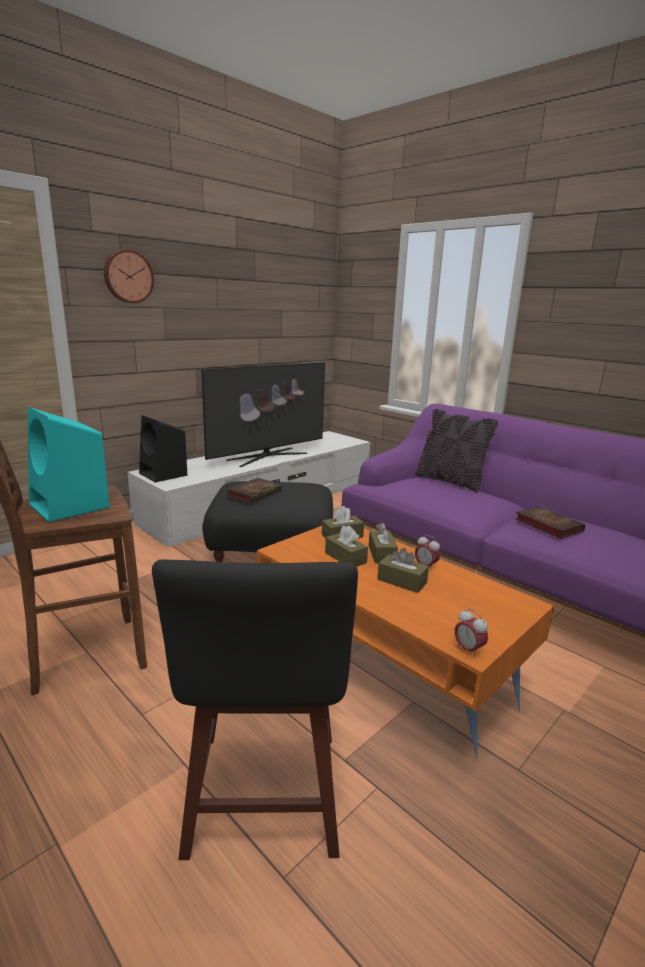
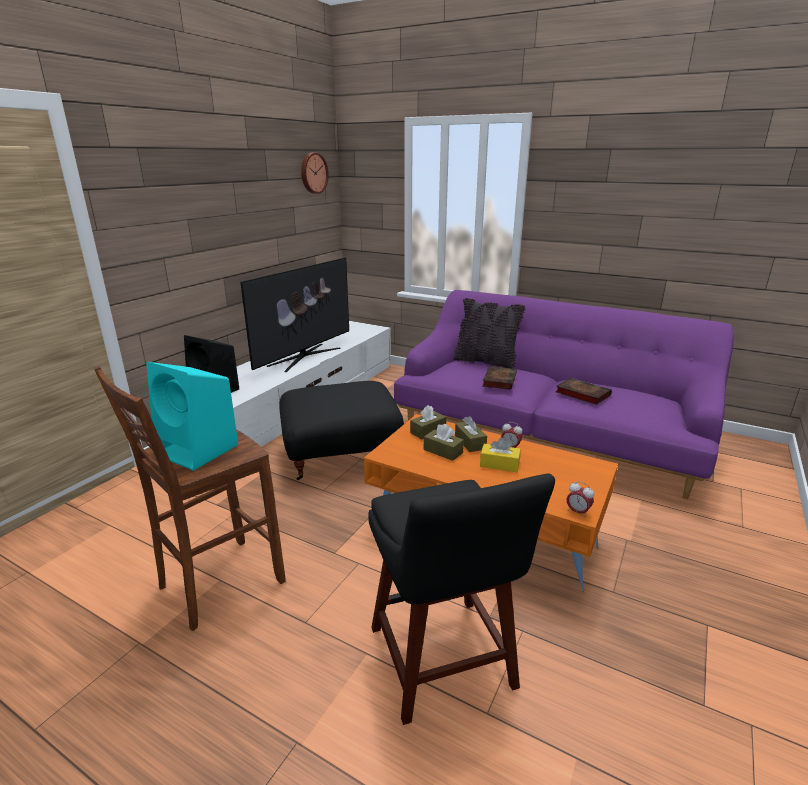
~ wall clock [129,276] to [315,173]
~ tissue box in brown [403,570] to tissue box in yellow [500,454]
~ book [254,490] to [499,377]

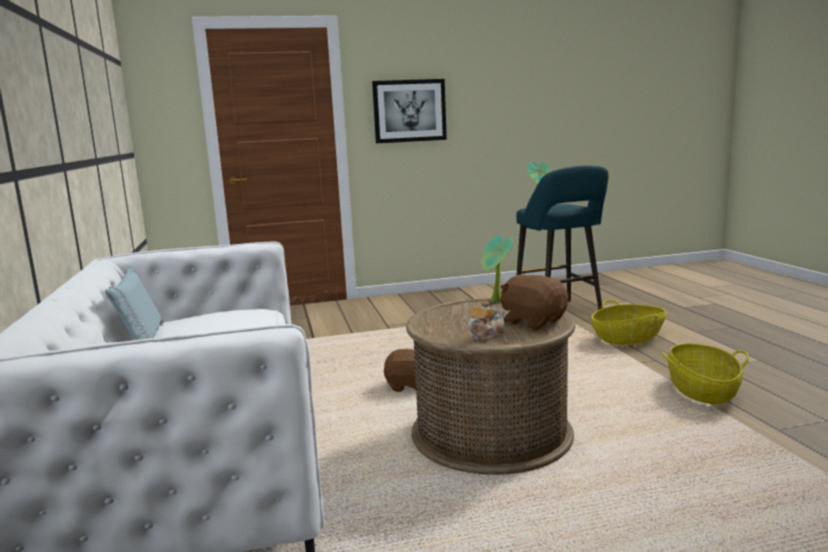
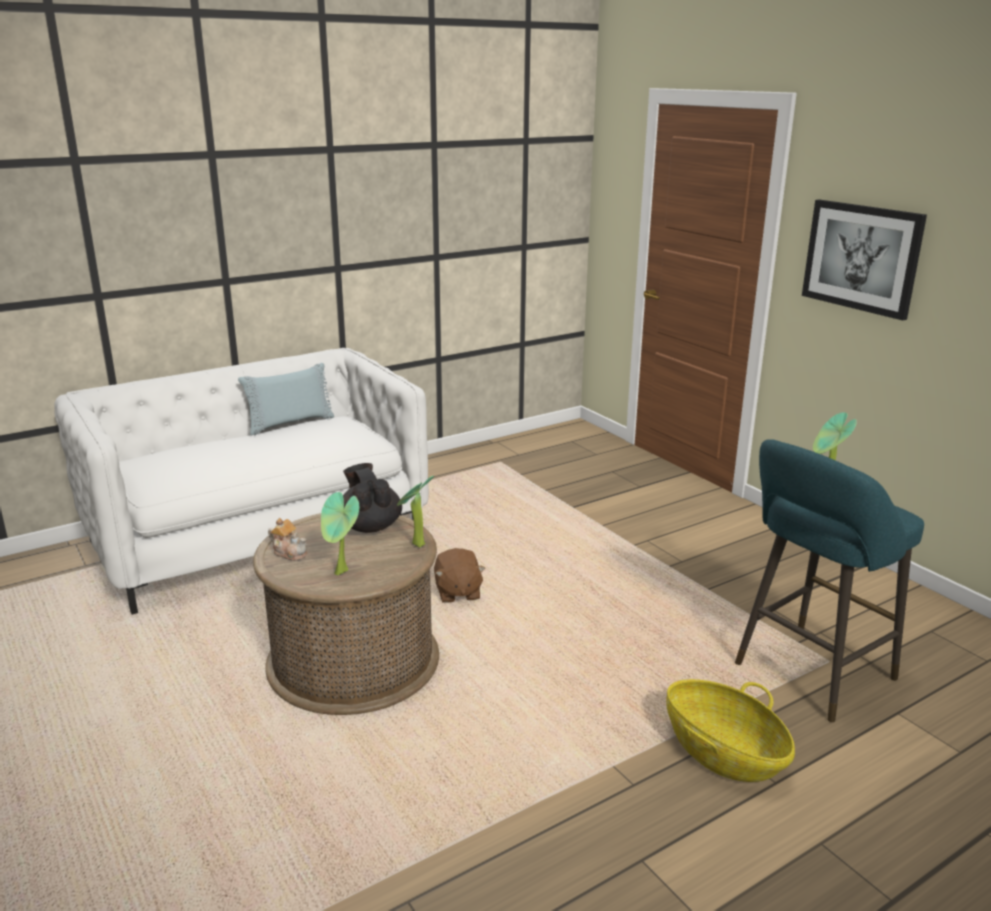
~ plush toy in brown [534,302] to potted plant [340,534]
+ teapot in black [372,498]
- basket [705,374]

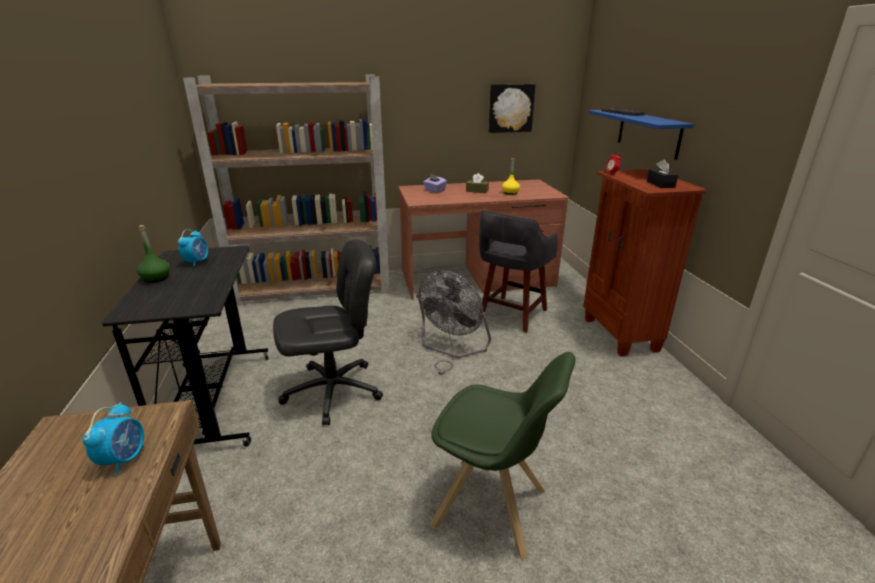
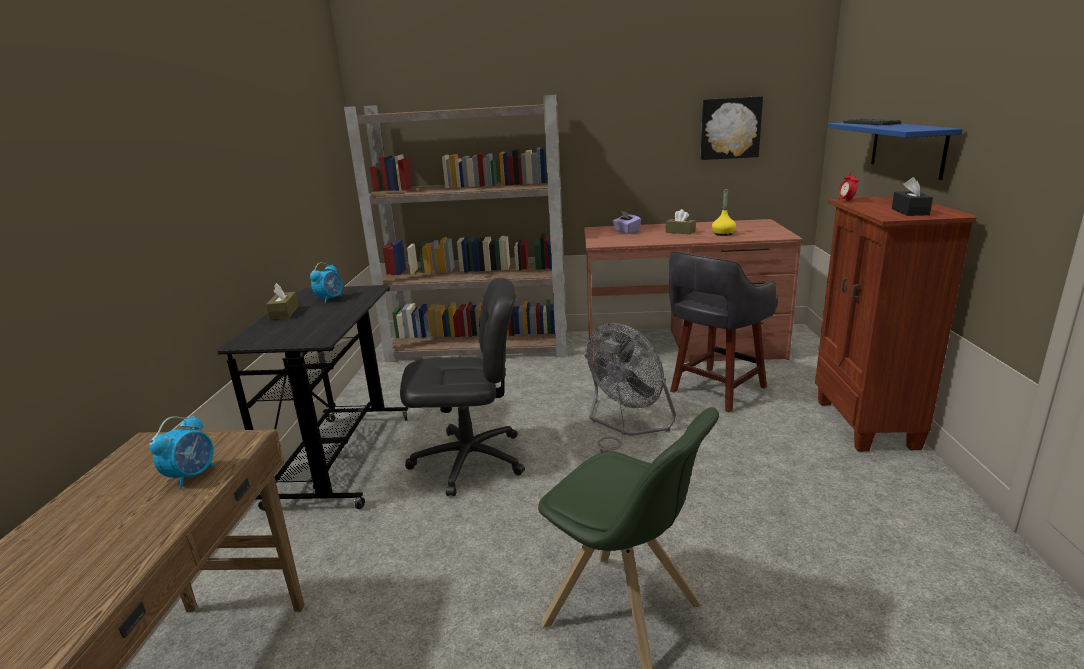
~ bottle in green [153,254] to tissue box in brown [282,301]

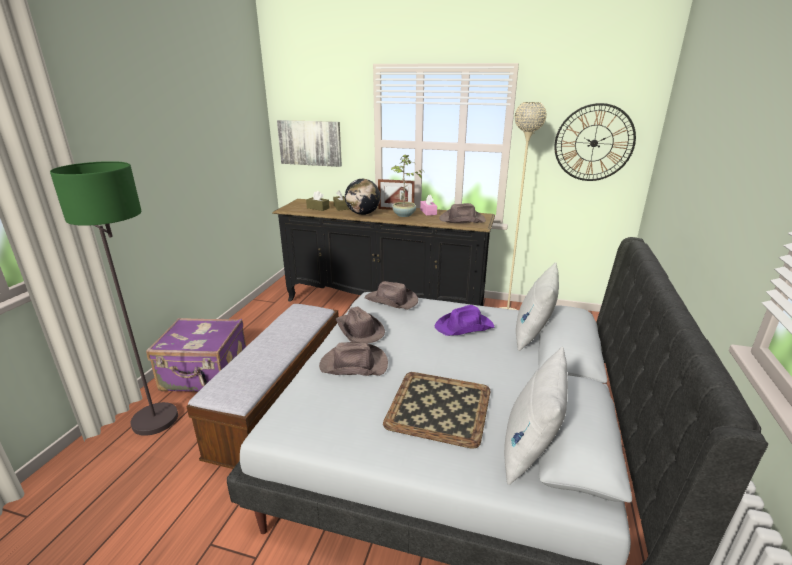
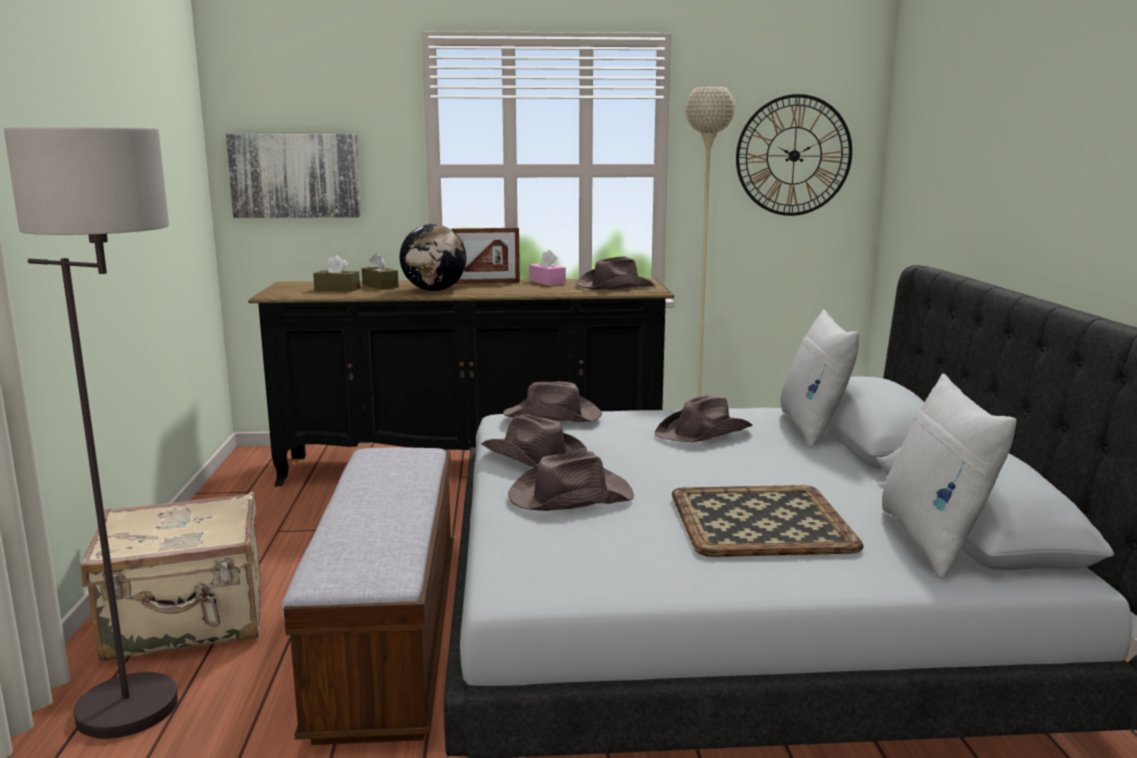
~ floor lamp in green [114,298] to floor lamp in grey [91,433]
~ suitcase in purple [196,355] to suitcase in beige [171,576]
~ hat in purple [465,320] to hat in brown [703,418]
- potted plant [406,185]

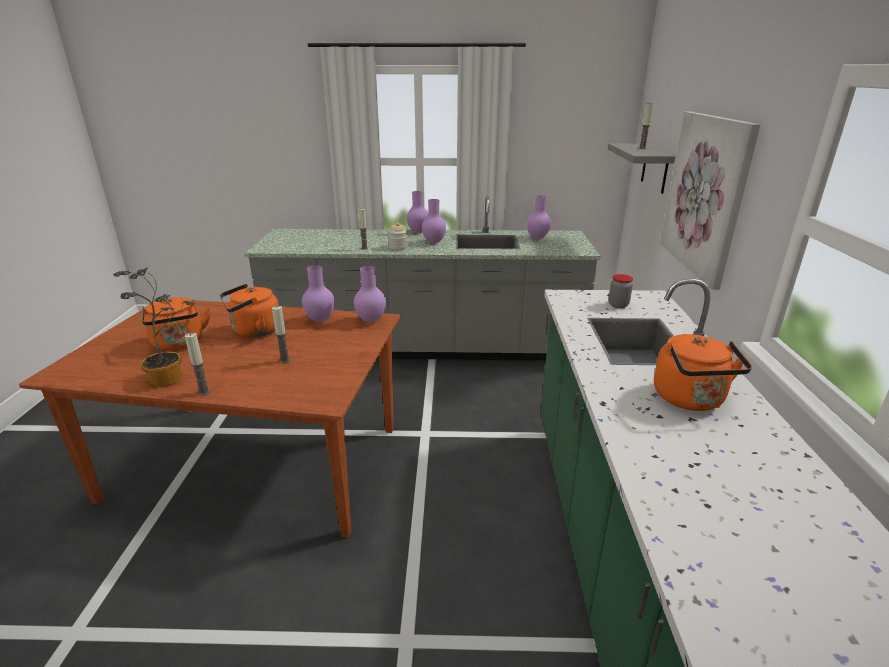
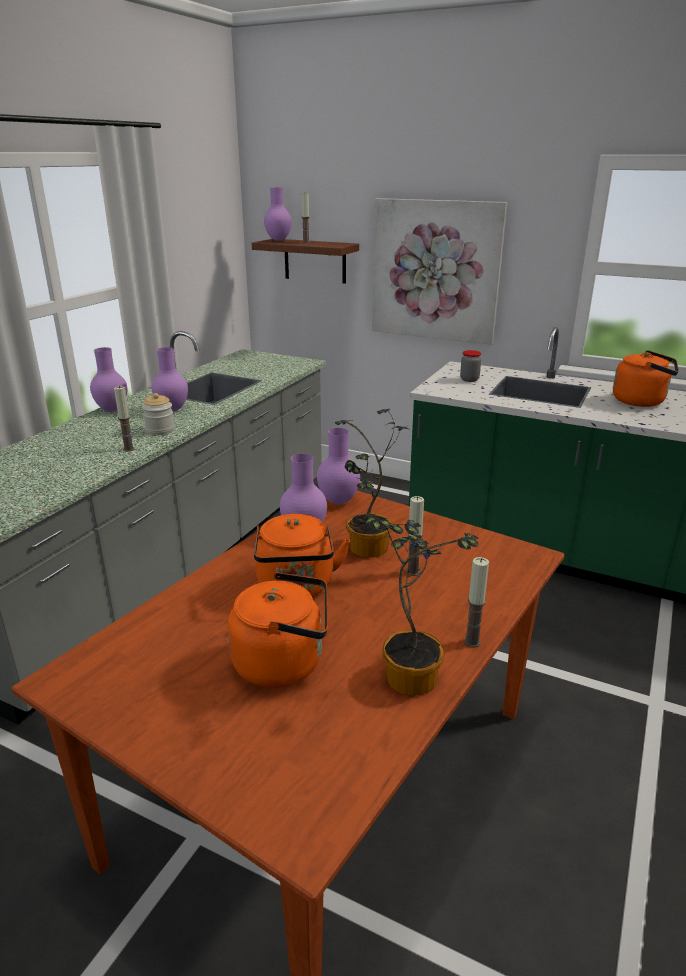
~ shelf in grey [641,168] to shelf in brown [305,261]
~ vase in purple [539,217] to [278,214]
+ potted plant [371,483]

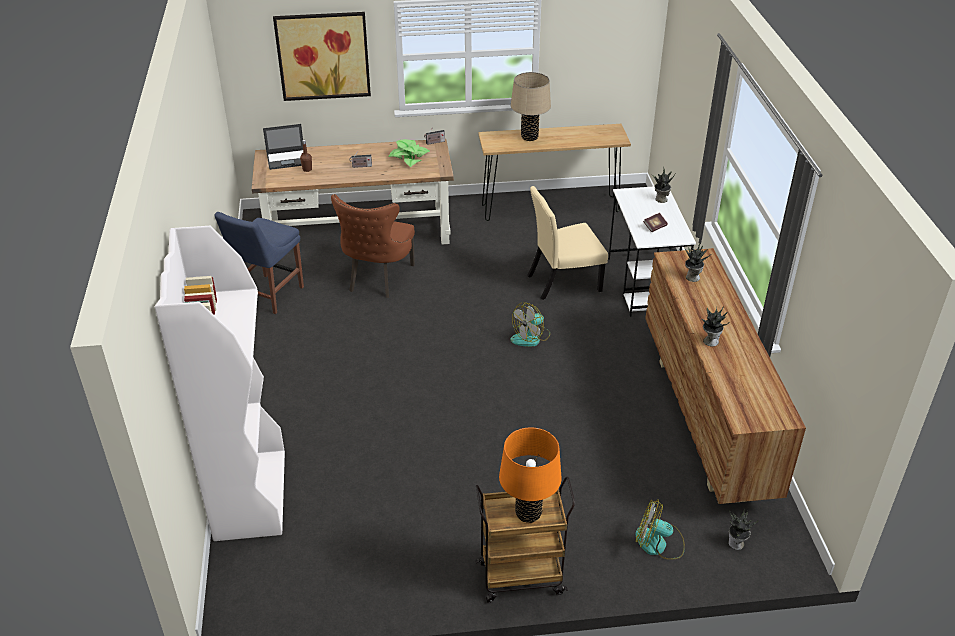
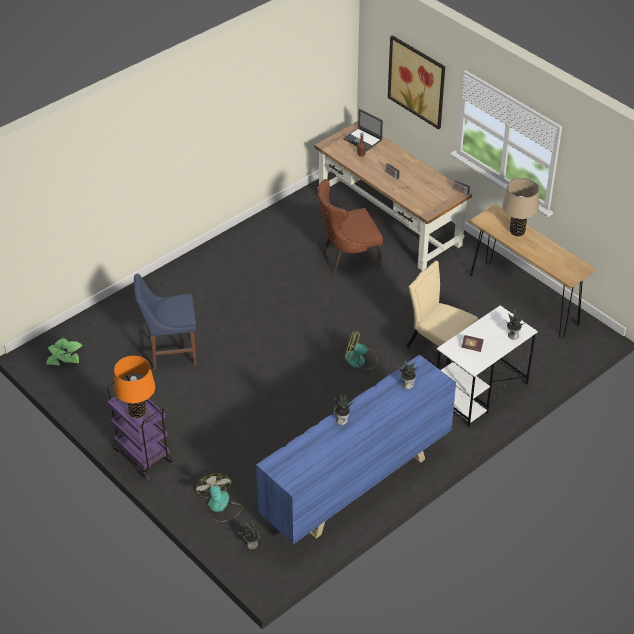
~ potted plant [409,153] to [64,352]
~ cart in brown [525,540] to cart in purple [140,428]
~ chair in blue [259,263] to [165,322]
~ cabinet in brown [725,376] to cabinet in blue [356,449]
- bookcase in white [220,383]

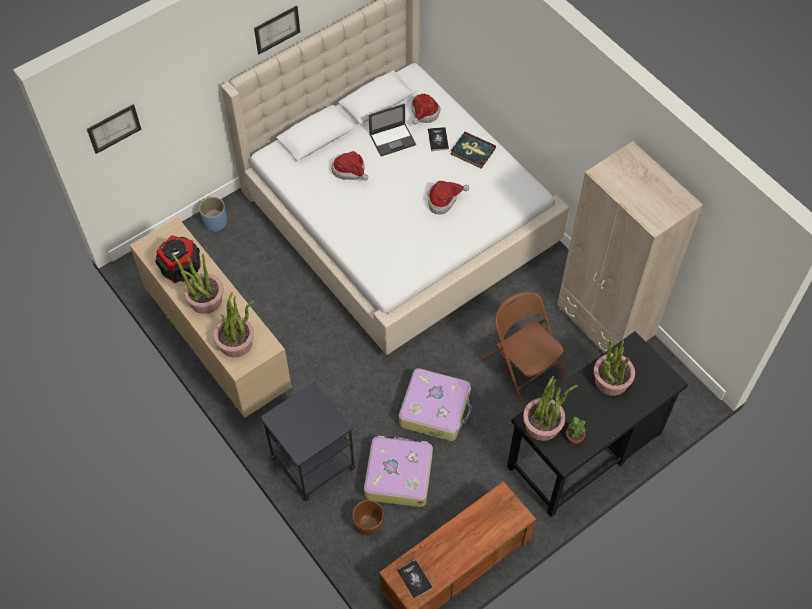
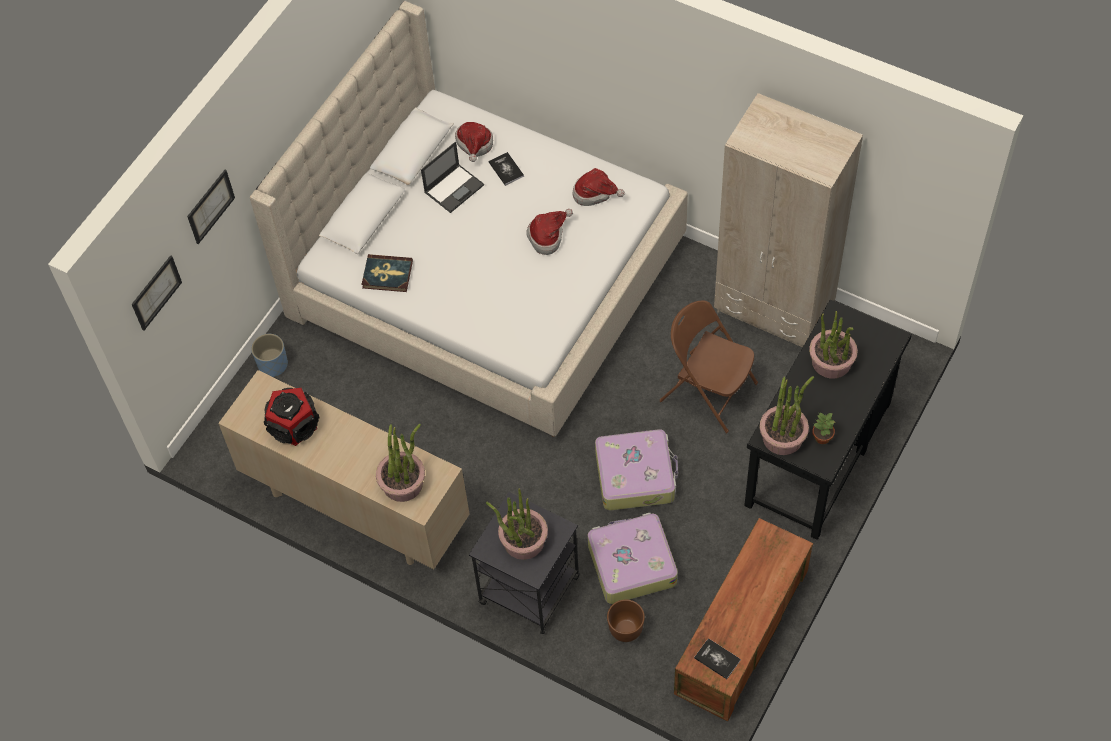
~ picture [277,30] to [211,207]
~ book [473,150] to [387,273]
~ potted plant [197,283] to [517,524]
~ hat [349,166] to [599,187]

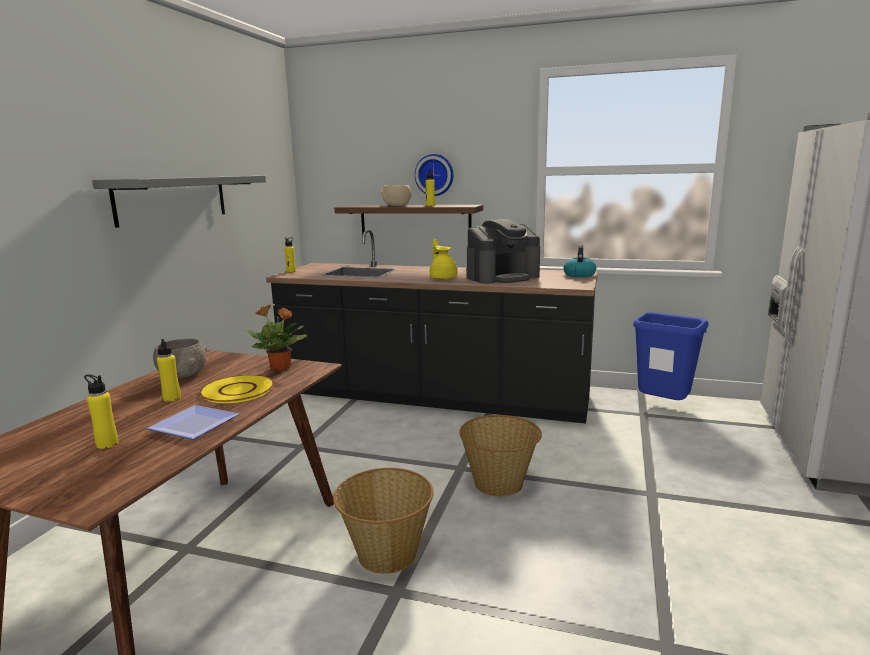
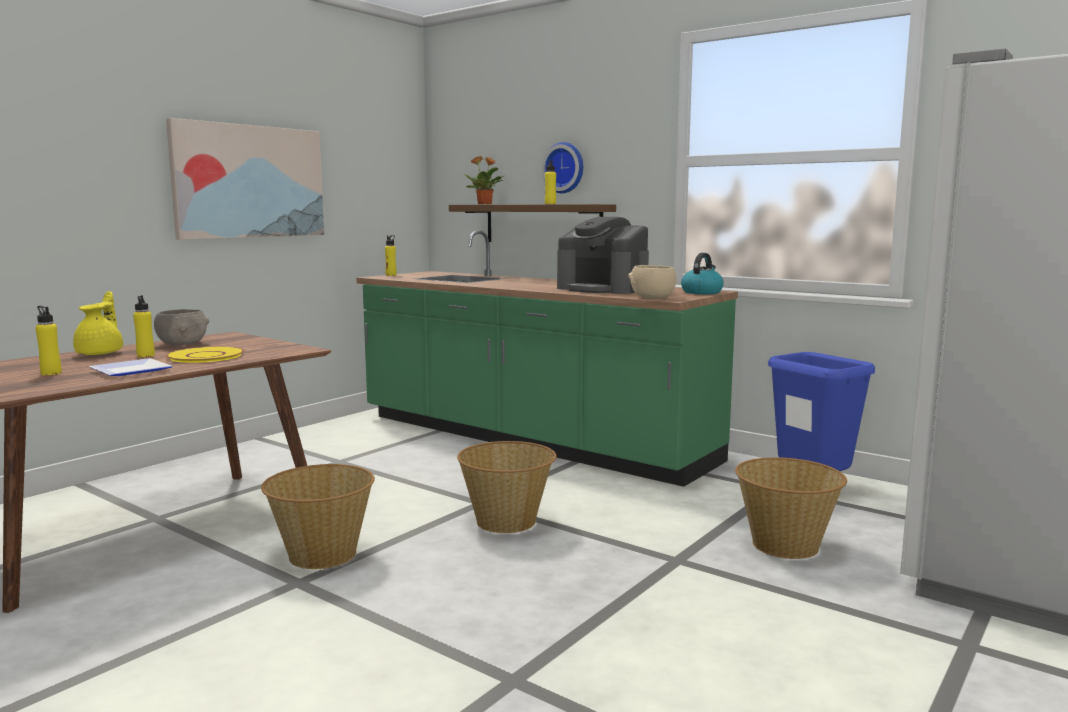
~ teapot in yellow [443,259] to [98,323]
~ shelf in grey [179,201] to picture [245,179]
~ counter in black [432,326] to counter in green [547,358]
~ potted plant [277,338] to [484,180]
~ coffee machine [503,251] = [603,255] 45 degrees clockwise
~ bowl in beige [395,195] to [652,282]
+ basket [791,508]

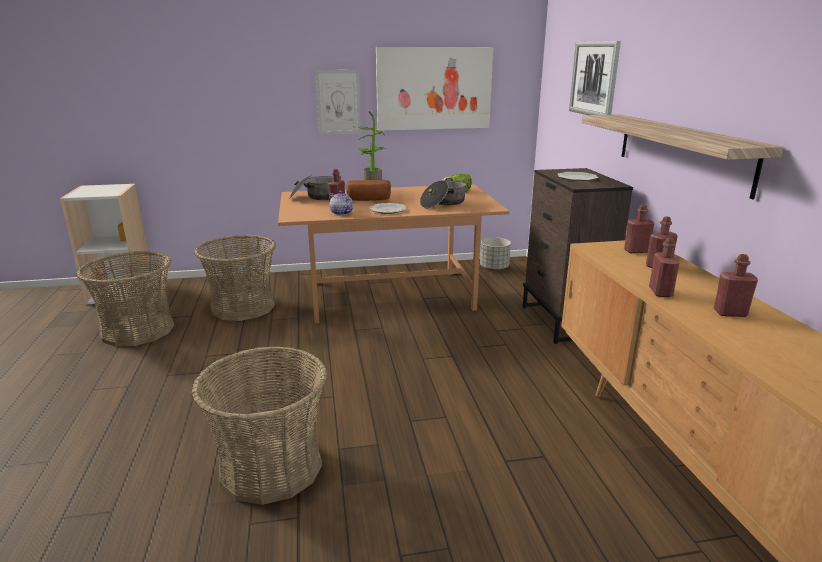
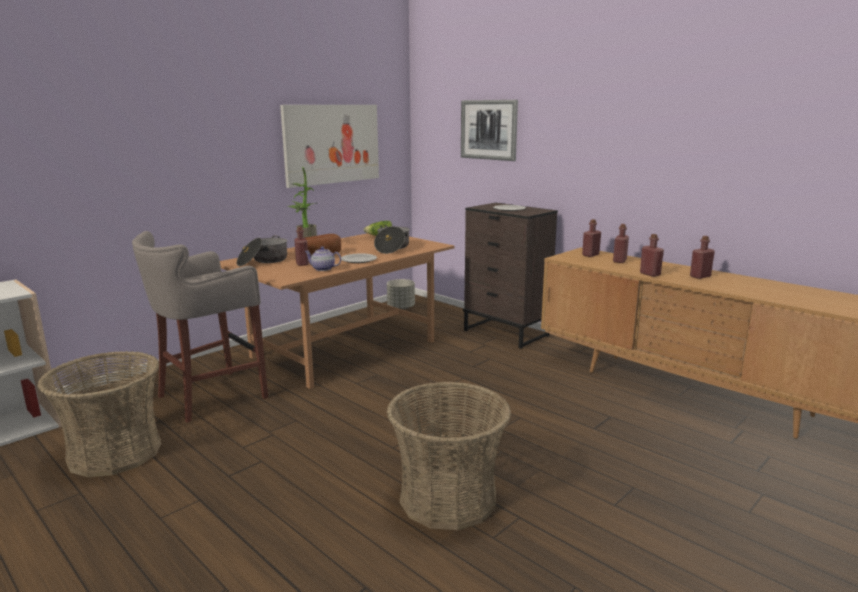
~ basket [235,278] to stool in grey [200,327]
- picture [338,102]
- shelf [683,157]

